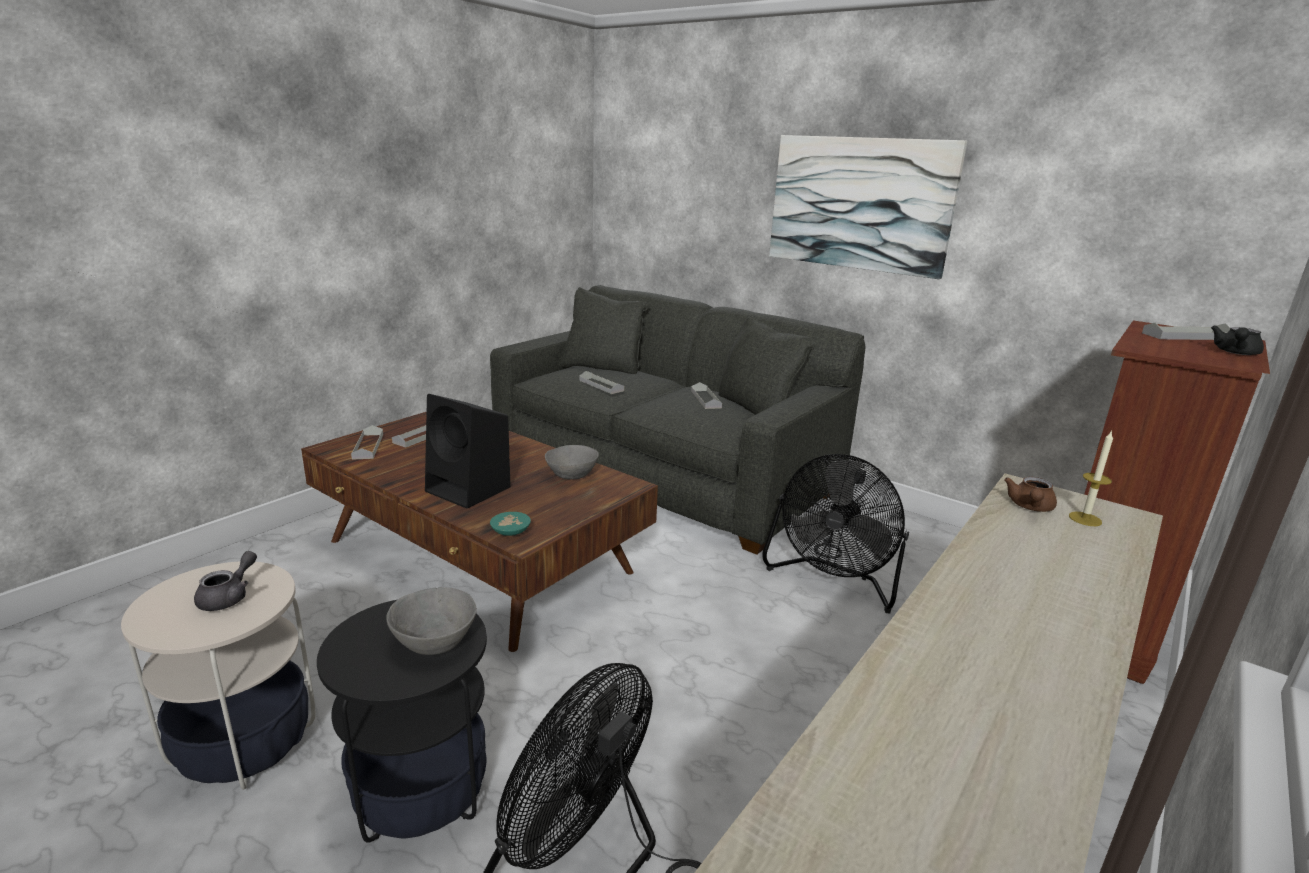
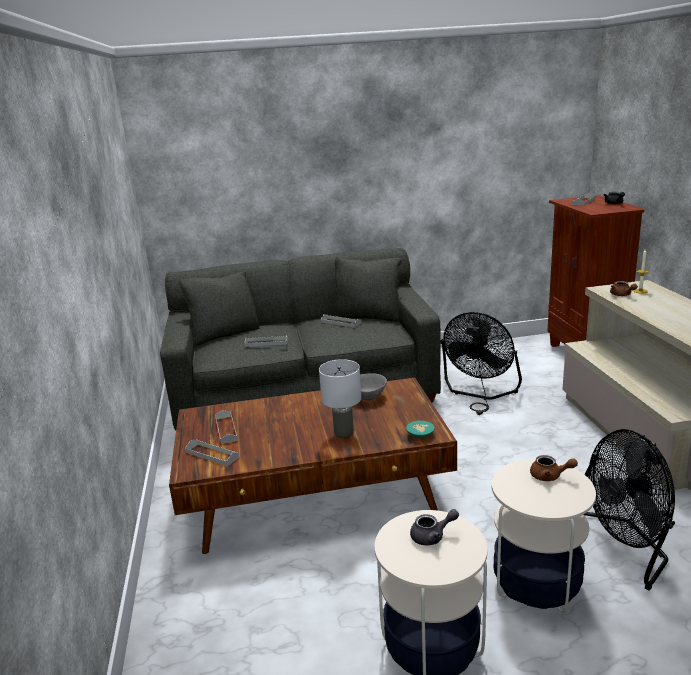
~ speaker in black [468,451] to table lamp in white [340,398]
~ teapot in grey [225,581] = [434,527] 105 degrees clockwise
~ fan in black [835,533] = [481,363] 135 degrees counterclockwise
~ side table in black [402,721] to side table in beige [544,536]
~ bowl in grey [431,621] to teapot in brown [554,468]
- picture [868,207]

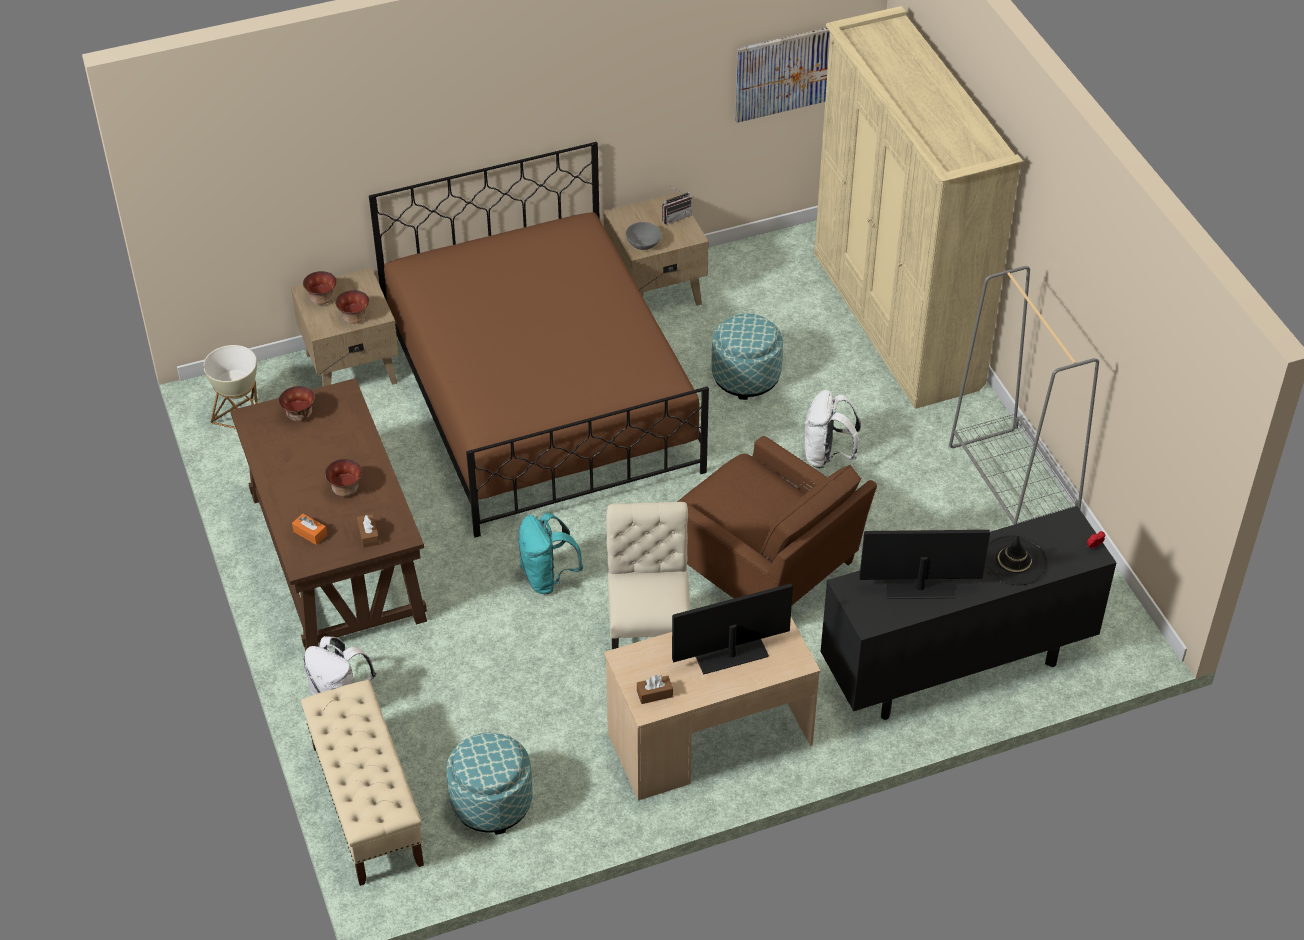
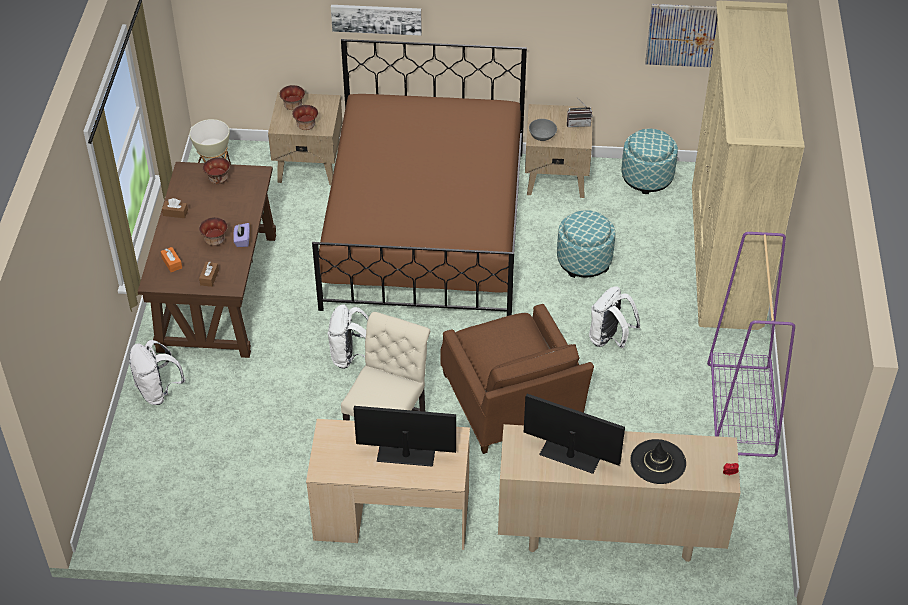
~ tissue box in brown [655,689] to [175,208]
+ tissue box in purple [241,235]
~ backpack in turquoise [550,553] to backpack in white [347,336]
+ picture [376,20]
~ dresser in black [969,613] to dresser in beige [619,493]
~ ottoman [489,784] to [650,161]
~ clothes rack in grey [1024,395] to clothes rack in purple [751,344]
- bench in beige [362,783]

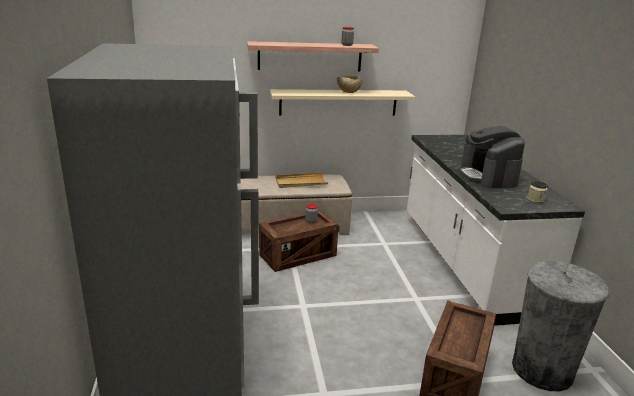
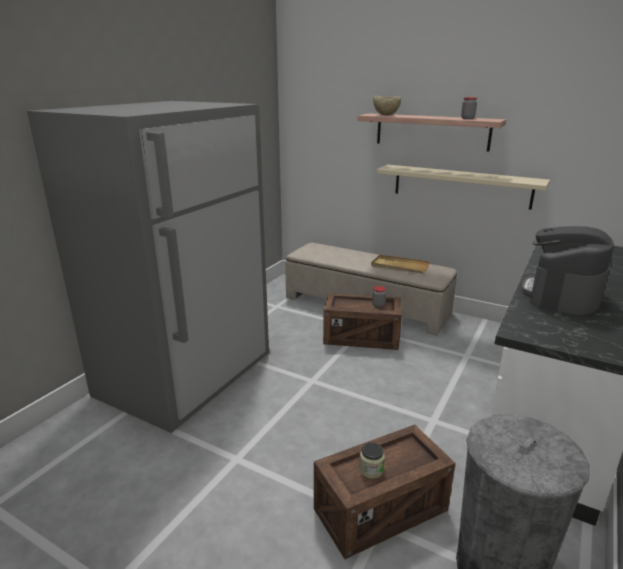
~ jar [537,192] to [372,460]
~ bowl in beige [349,84] to [387,105]

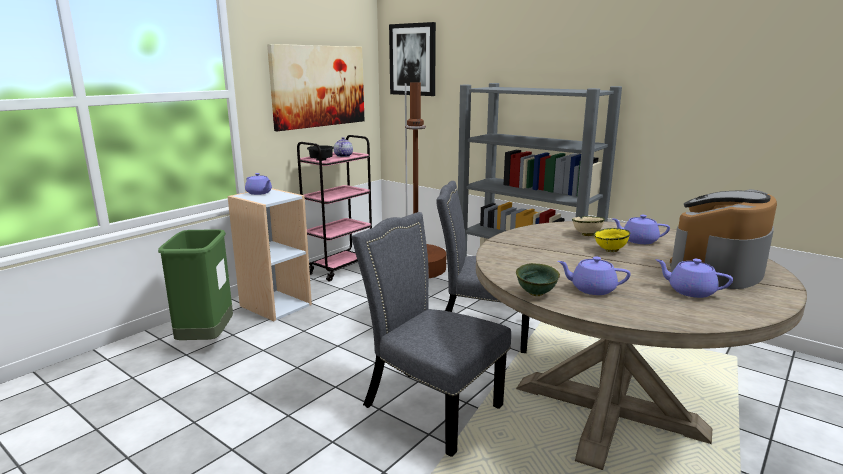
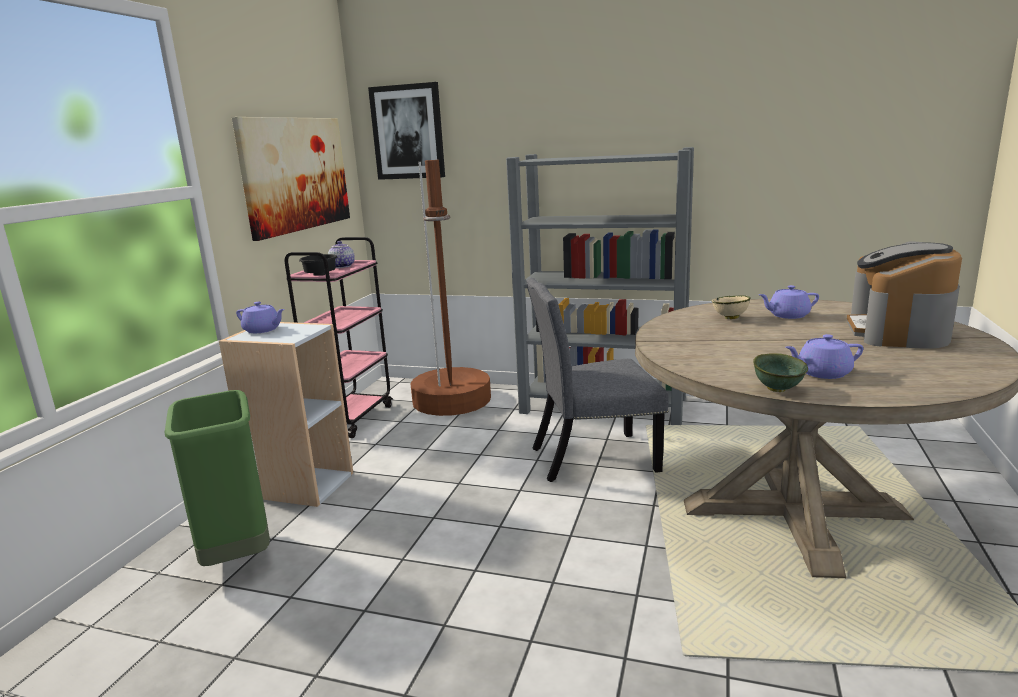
- chair in grey [431,334]
- bowl in yellow [612,240]
- teapot in purple [694,278]

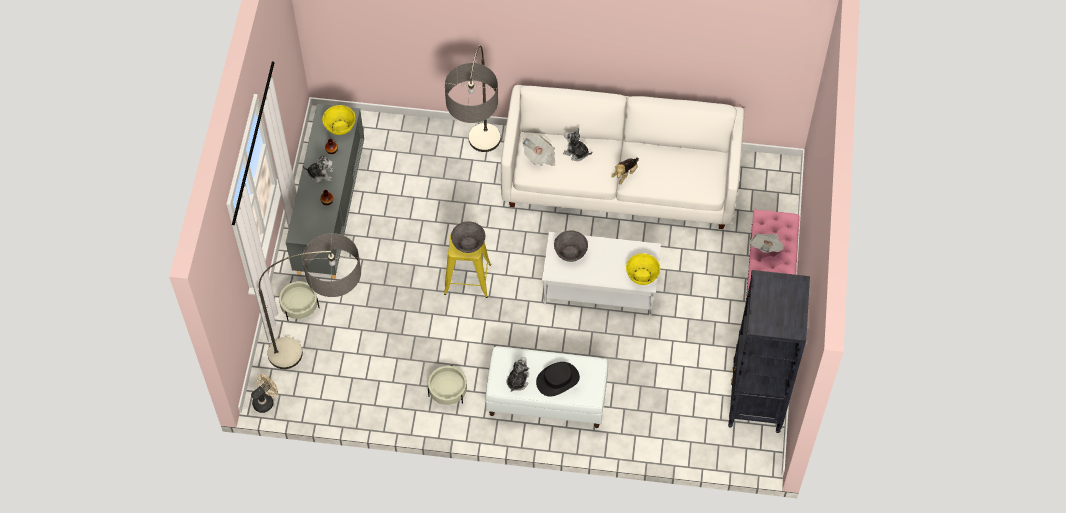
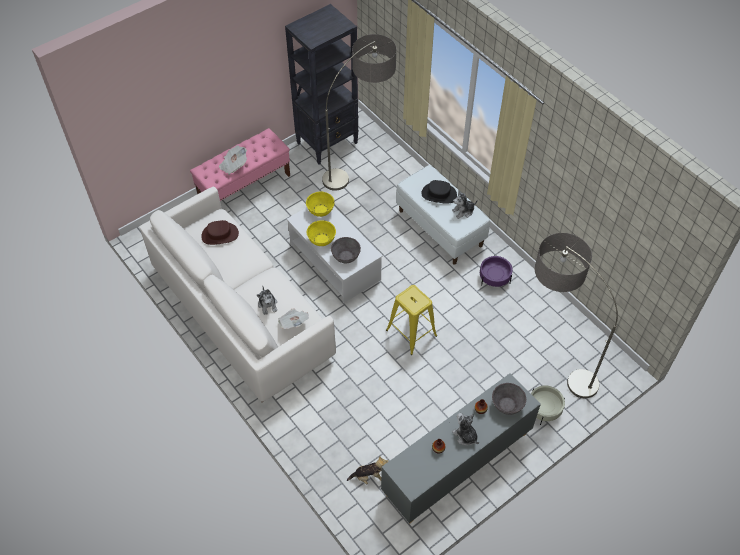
+ hat in brown [220,232]
~ bowl in yellow [339,120] to [321,233]
~ floor lamp [473,98] to [359,112]
~ plush toy [625,170] to [368,470]
~ planter in beige [447,385] to planter in purple [496,271]
~ bowl in grey [468,237] to [509,399]
- fan in beige [264,393]

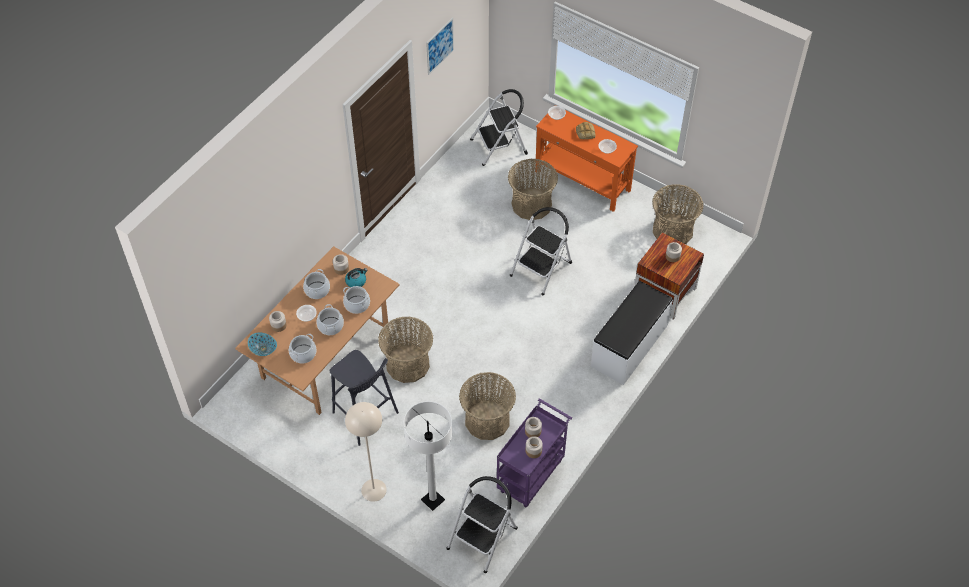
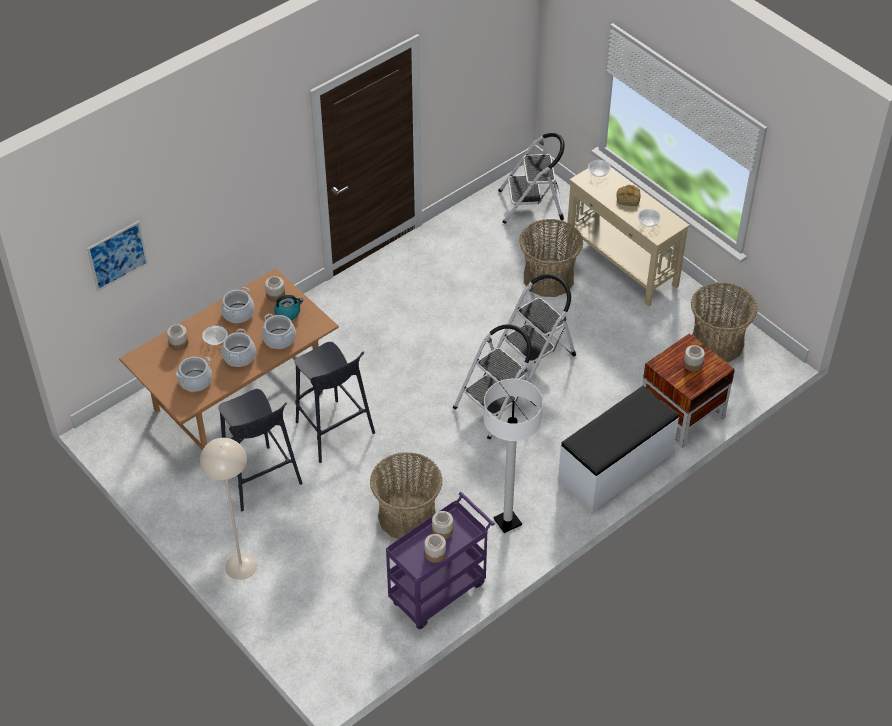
~ picture [440,46] to [117,256]
~ basket [405,350] to stool in grey [334,402]
~ step ladder [482,524] to [494,381]
~ floor lamp in white [428,456] to [513,456]
~ console table in orange [586,158] to console table in beige [628,236]
- bowl [262,344]

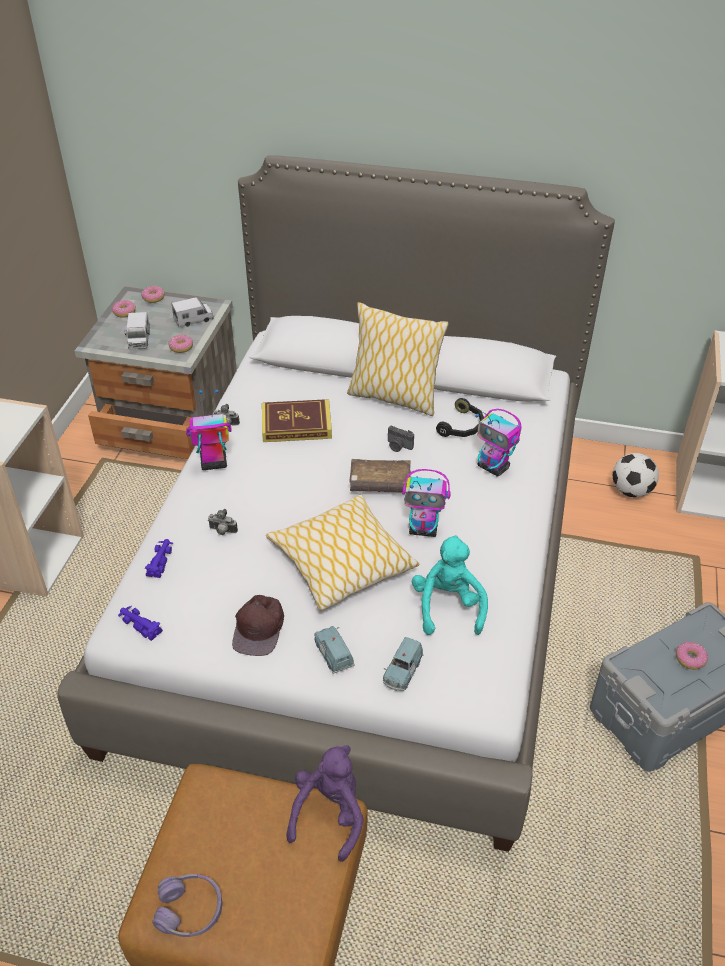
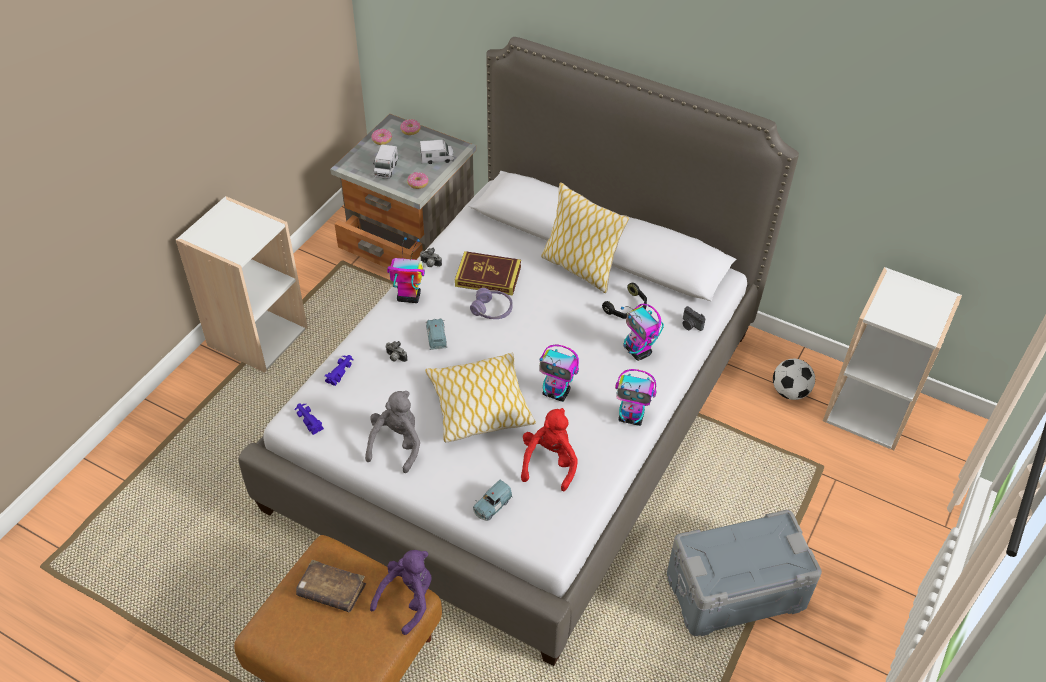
~ book in brown [380,476] to [331,586]
~ cap in brown [258,625] to plush toy in grey [392,432]
~ toy car in blue [334,650] to [436,334]
~ headphones in purple [187,905] to [491,303]
~ plush toy in turquoise [450,585] to plush toy in red [549,449]
+ toy robot [636,397]
~ photo camera [401,439] to [693,318]
- donut [692,656]

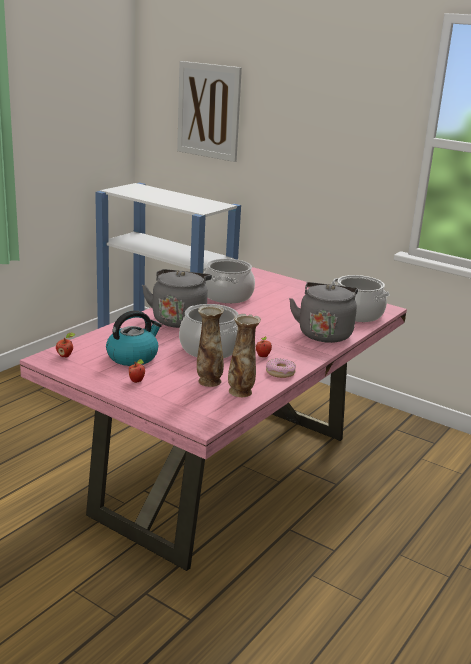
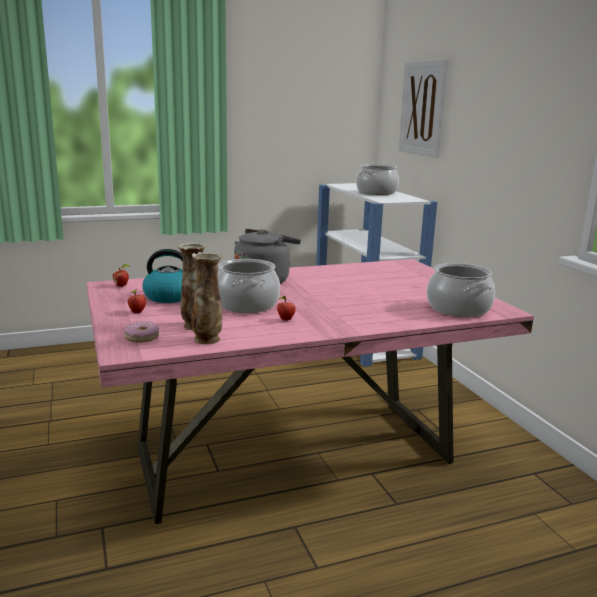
~ donut [281,368] to [141,332]
~ cooking pot [229,281] to [377,179]
- kettle in grey [323,312]

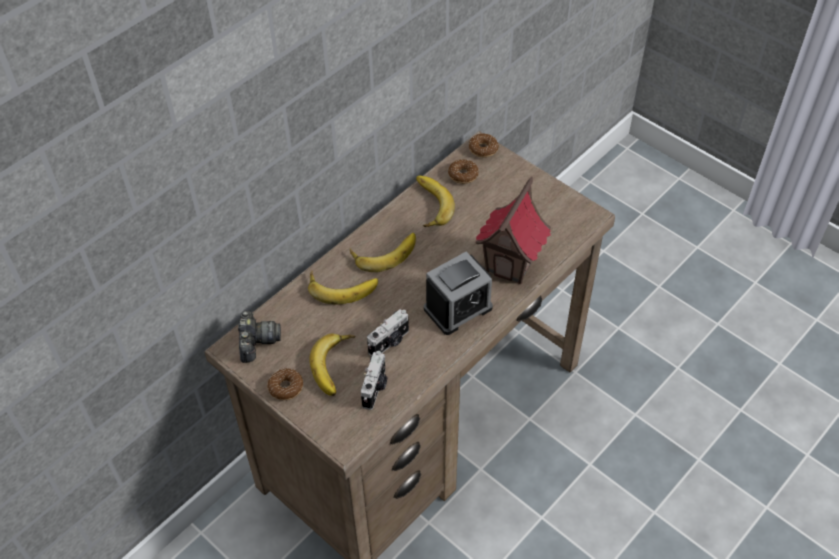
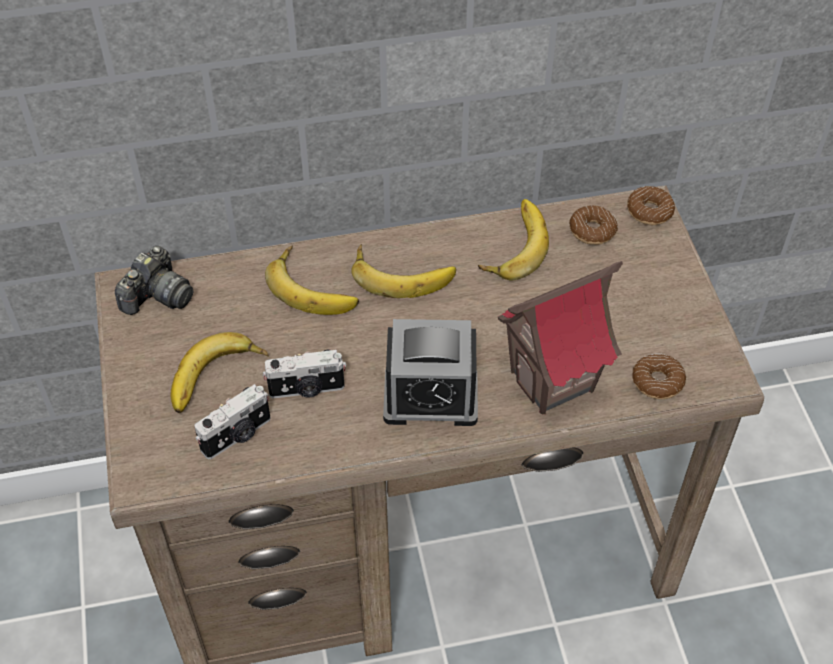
~ donut [285,384] to [659,376]

